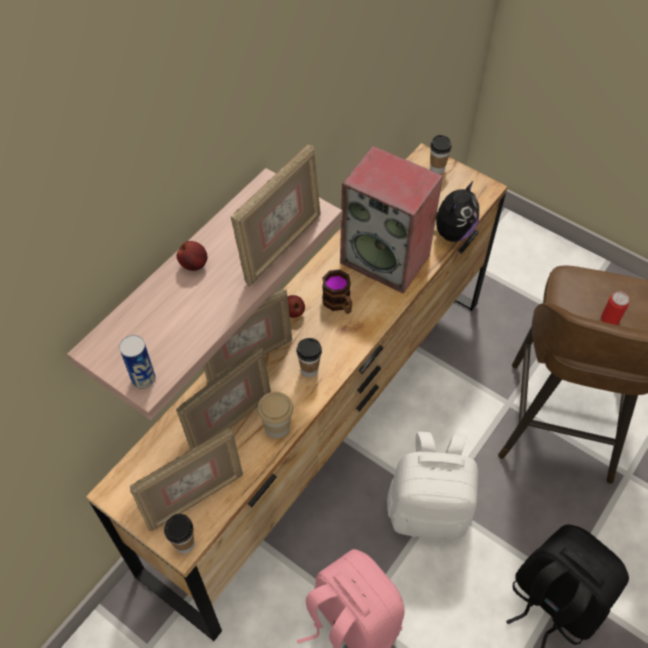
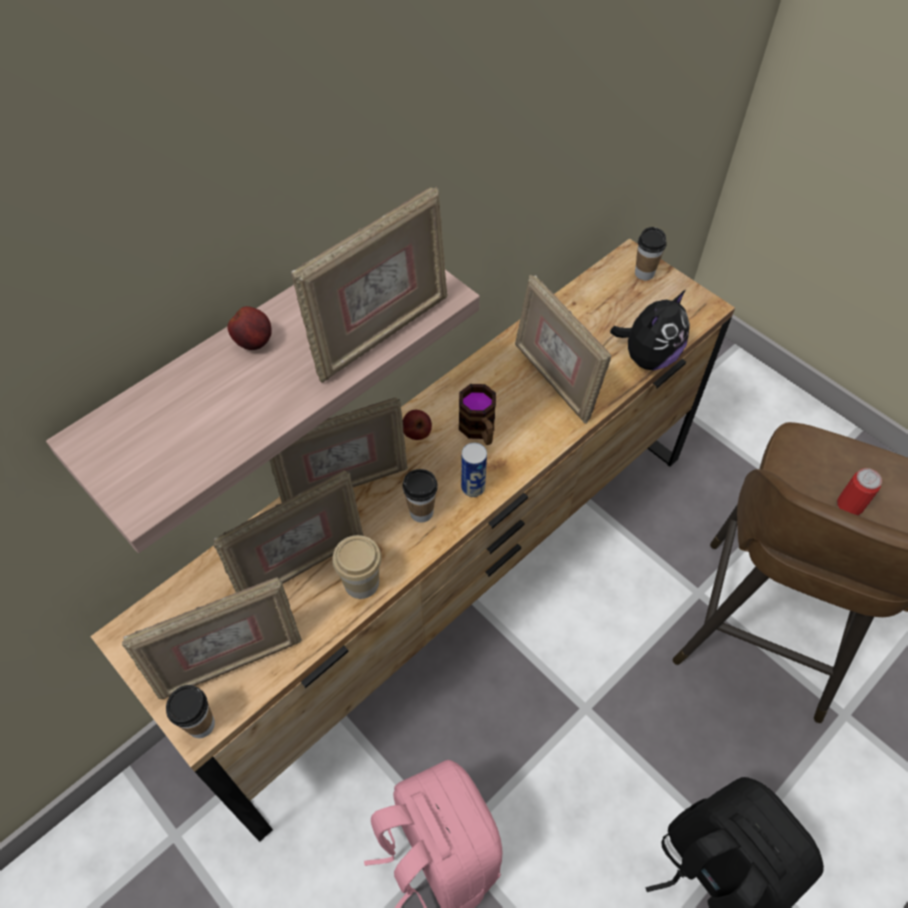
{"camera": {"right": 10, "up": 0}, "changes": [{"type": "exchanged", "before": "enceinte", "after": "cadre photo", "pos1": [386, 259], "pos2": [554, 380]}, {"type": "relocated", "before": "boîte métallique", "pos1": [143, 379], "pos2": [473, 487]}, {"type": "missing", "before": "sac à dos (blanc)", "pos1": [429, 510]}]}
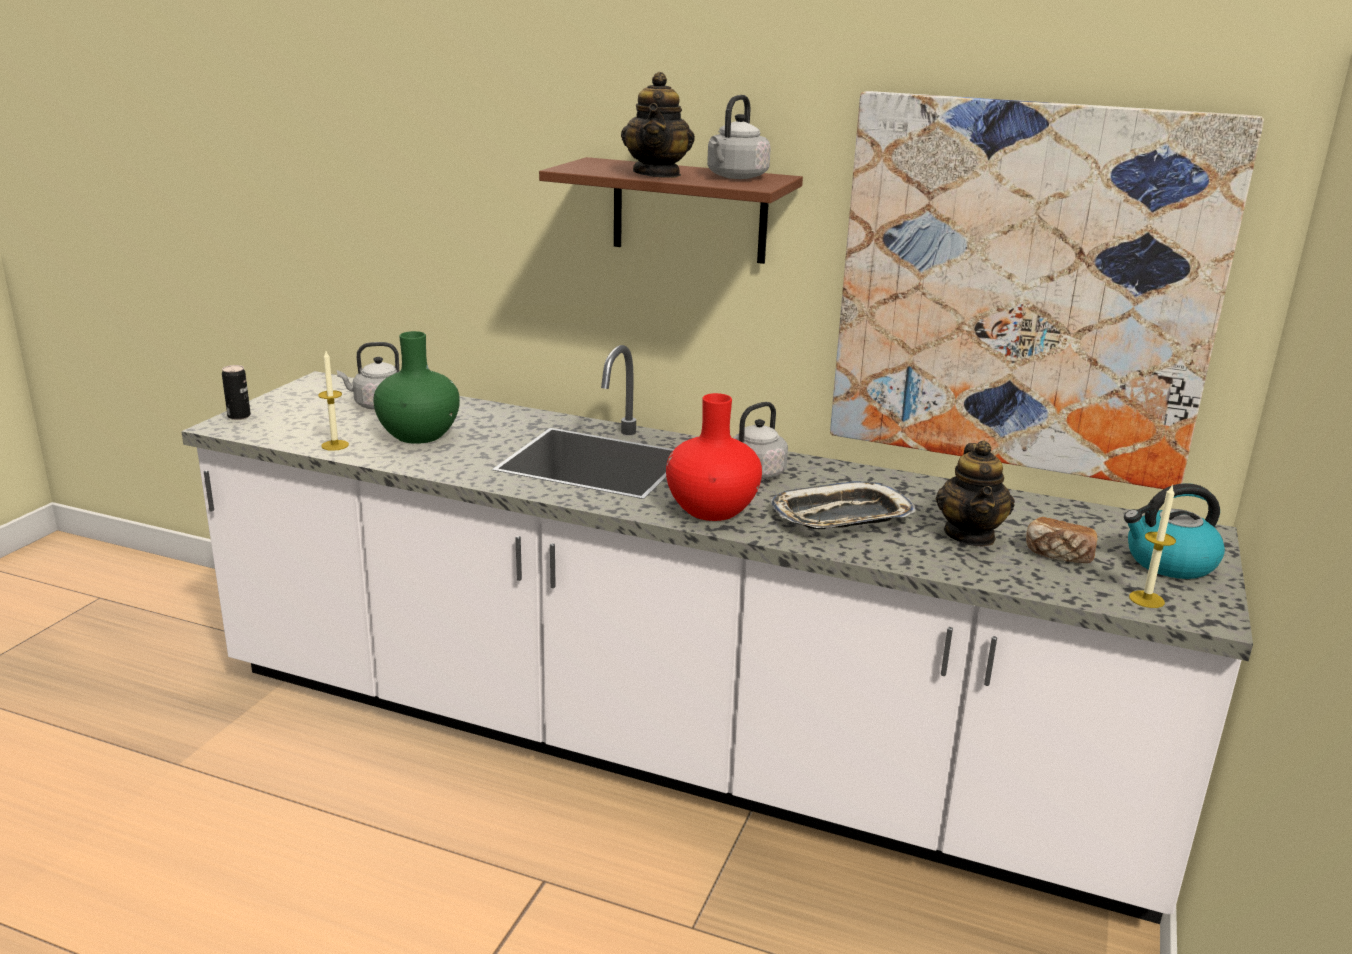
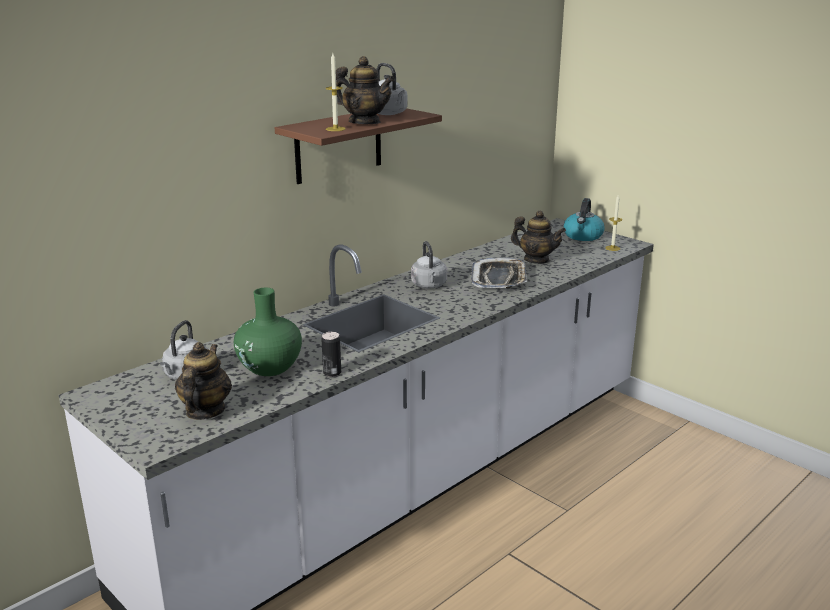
{"camera": {"right": -65, "up": 0}, "changes": [{"type": "missing", "before": "tableau", "pos1": [1023, 291]}, {"type": "relocated", "before": "bougie", "pos1": [335, 445], "pos2": [335, 129]}, {"type": "relocated", "before": "boîte métallique", "pos1": [239, 416], "pos2": [332, 373]}, {"type": "missing", "before": "vase (rouge)", "pos1": [711, 510]}, {"type": "missing", "before": "pain", "pos1": [1058, 555]}, {"type": "appeared", "after": "théière", "pos2": [205, 411]}]}
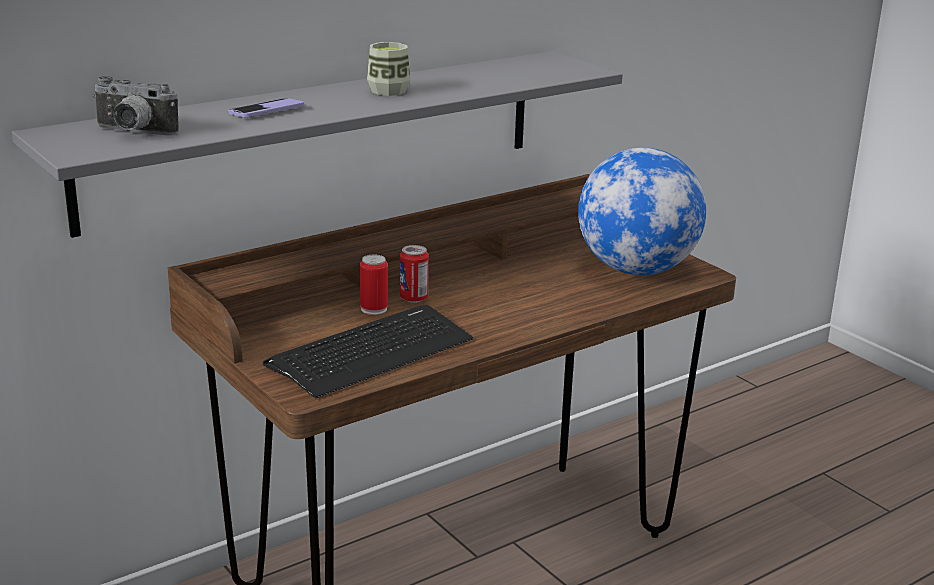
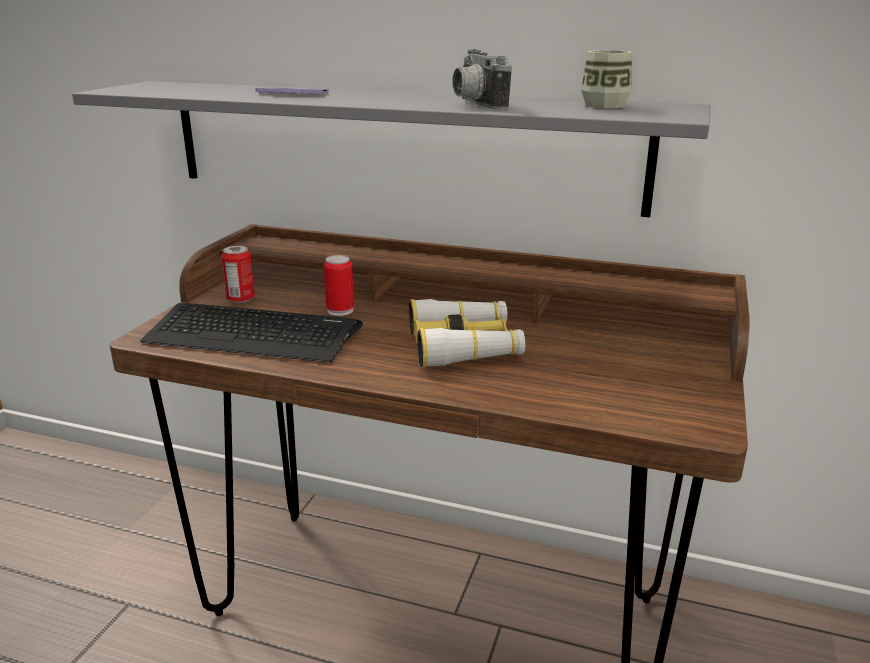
{"camera": {"right": 55, "up": 0}, "changes": [{"type": "relocated", "before": "tasse", "pos1": [388, 91], "pos2": [605, 105]}, {"type": "relocated", "before": "appareil photo", "pos1": [133, 133], "pos2": [474, 105]}, {"type": "missing", "before": "globe", "pos1": [636, 270]}, {"type": "relocated", "before": "boîte métallique", "pos1": [414, 298], "pos2": [241, 299]}, {"type": "appeared", "after": "jumelles", "pos2": [464, 346]}]}
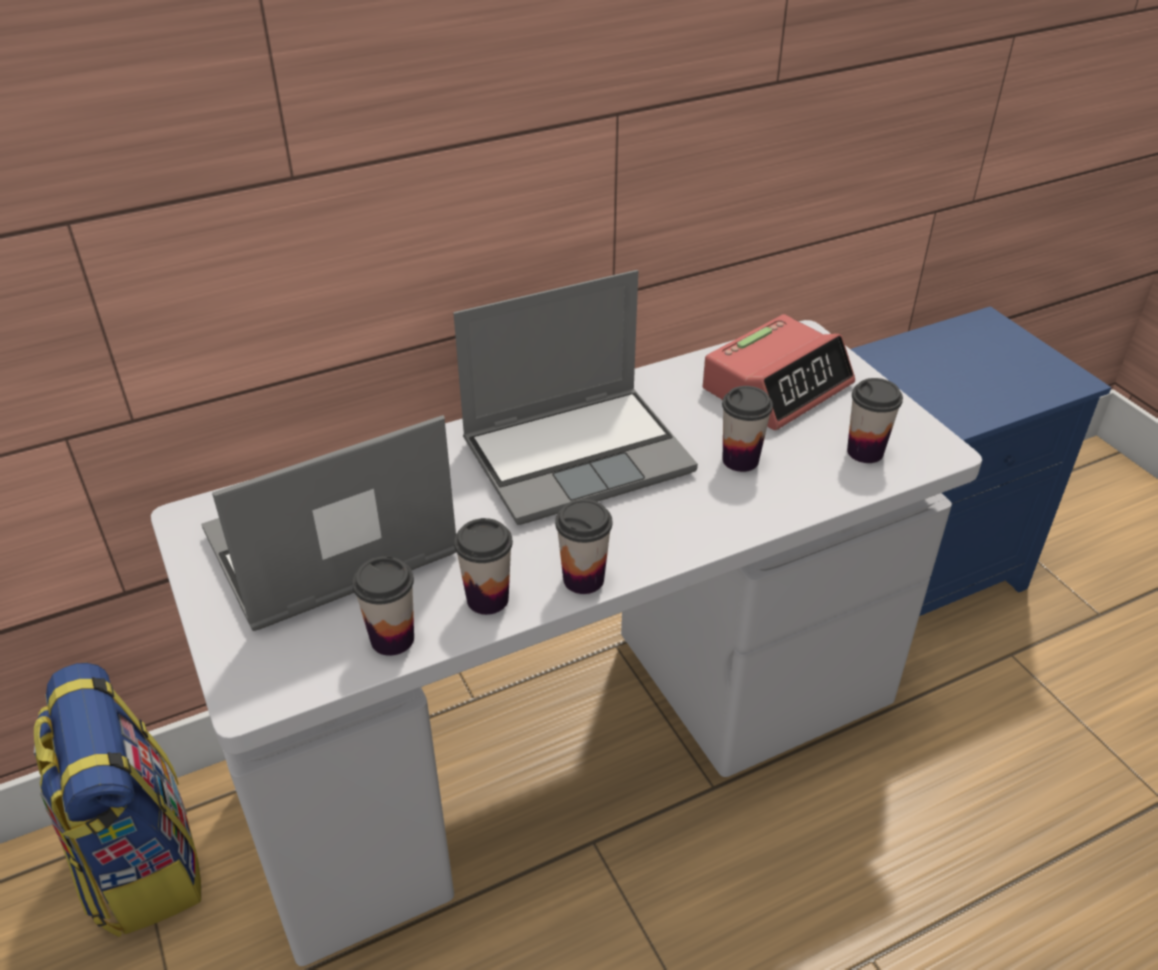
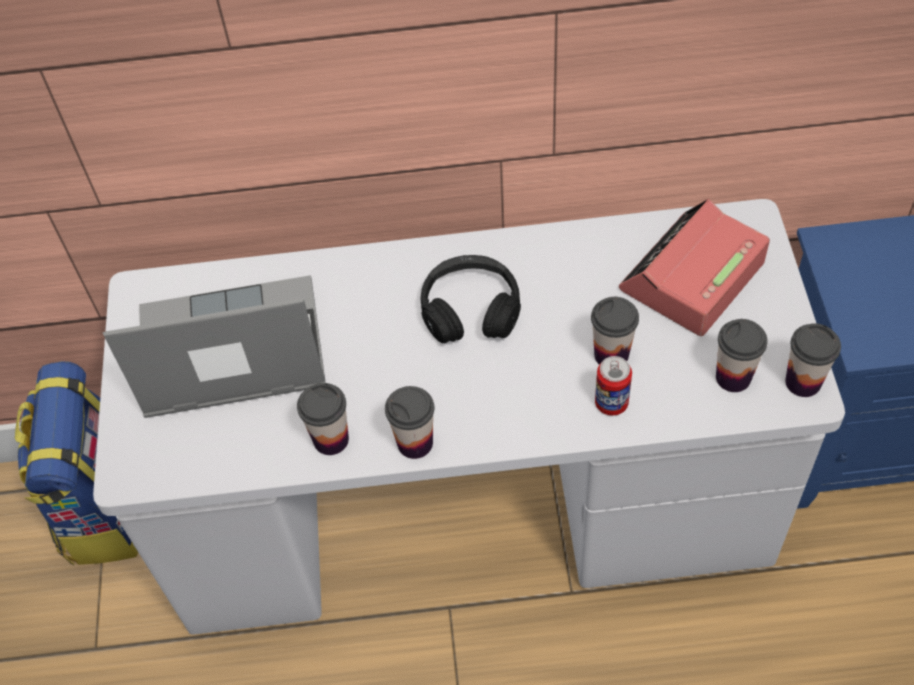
{"camera": {"right": 25, "up": 15}, "changes": [{"type": "exchanged", "before": "ordinateur portable", "after": "casque audio (noir)", "pos1": [578, 455], "pos2": [470, 310]}, {"type": "spun", "before": "réveil", "pos1": [777, 386], "pos2": [692, 277], "turn": 150}, {"type": "relocated", "before": "tasse", "pos1": [392, 639], "pos2": [803, 382]}, {"type": "appeared", "after": "boîte métallique", "pos2": [611, 403]}]}
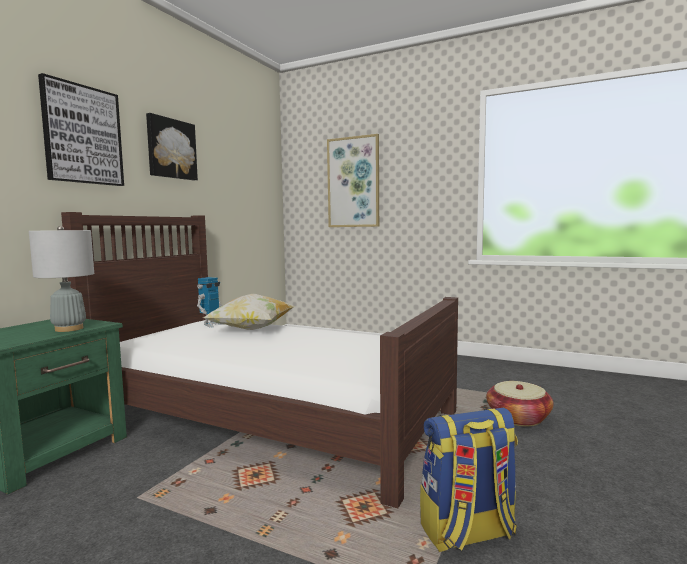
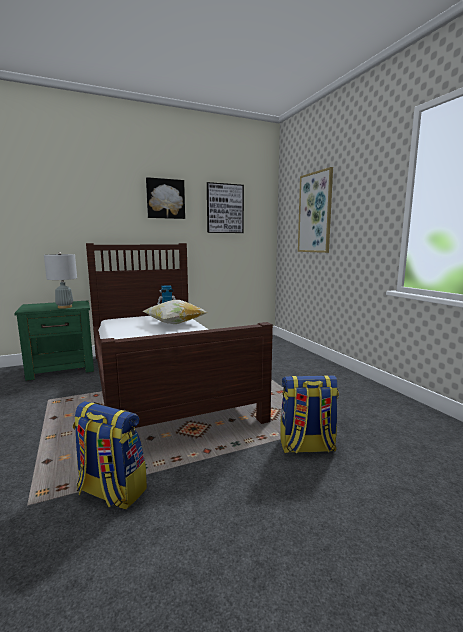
{"camera": {"right": 40, "up": 5}, "changes": [{"type": "relocated", "before": "tableau", "pos1": [82, 135], "pos2": [225, 208]}, {"type": "exchanged", "before": "panier", "after": "sac à dos", "pos1": [518, 418], "pos2": [306, 447]}]}
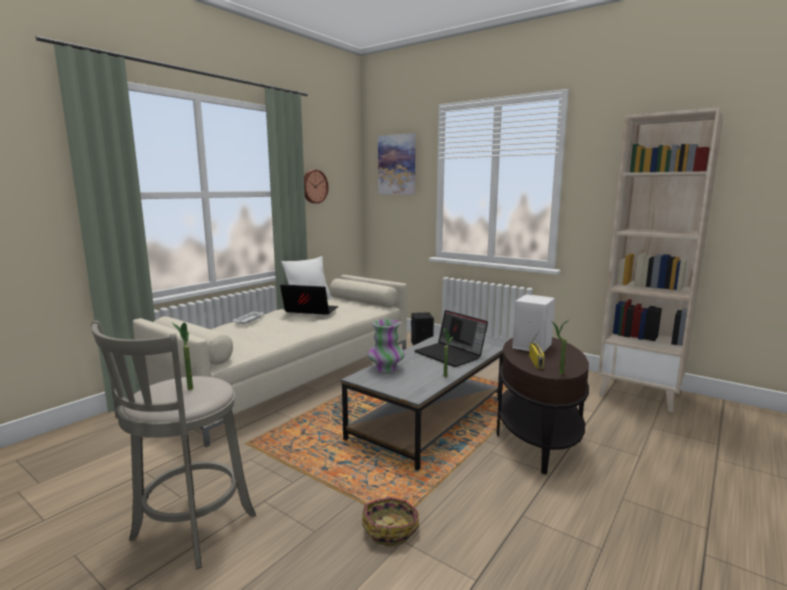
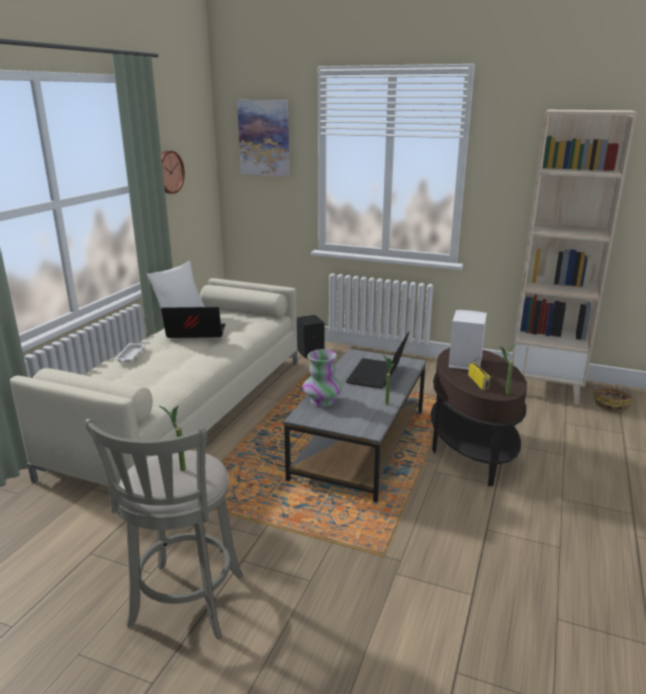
{"camera": {"right": -15, "up": 10}, "changes": [{"type": "spun", "before": "ordinateur portable", "pos1": [451, 354], "pos2": [377, 375], "turn": 75}, {"type": "relocated", "before": "panier", "pos1": [391, 529], "pos2": [611, 405]}]}
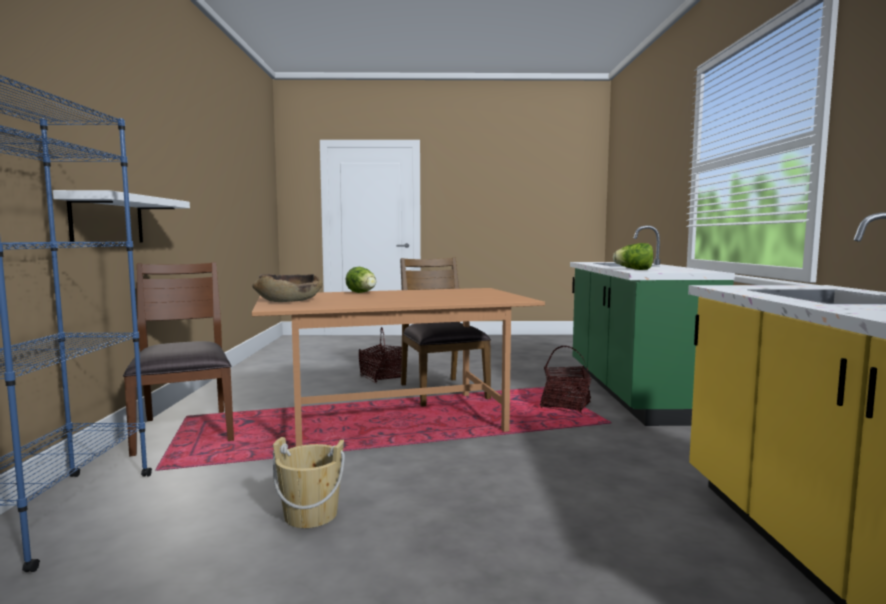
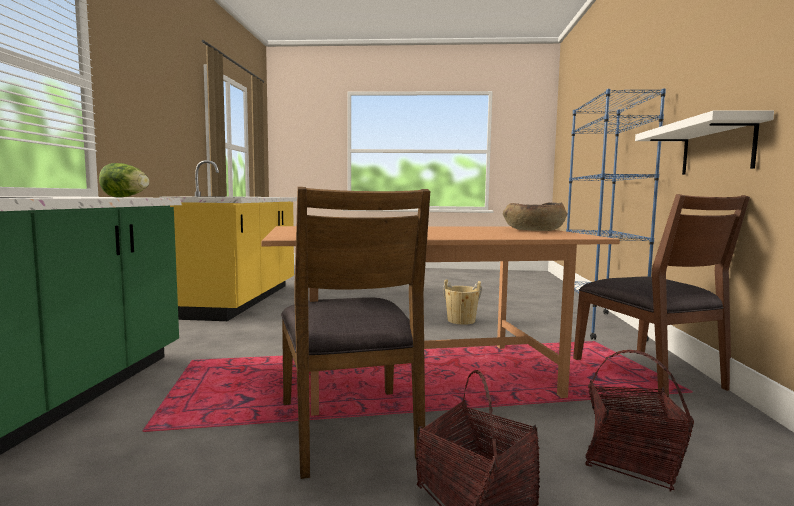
{"camera": {"right": -175, "up": 0}, "changes": [{"type": "missing", "before": "laitue", "pos1": [362, 293]}, {"type": "relocated", "before": "panier", "pos1": [565, 406], "pos2": [632, 462]}]}
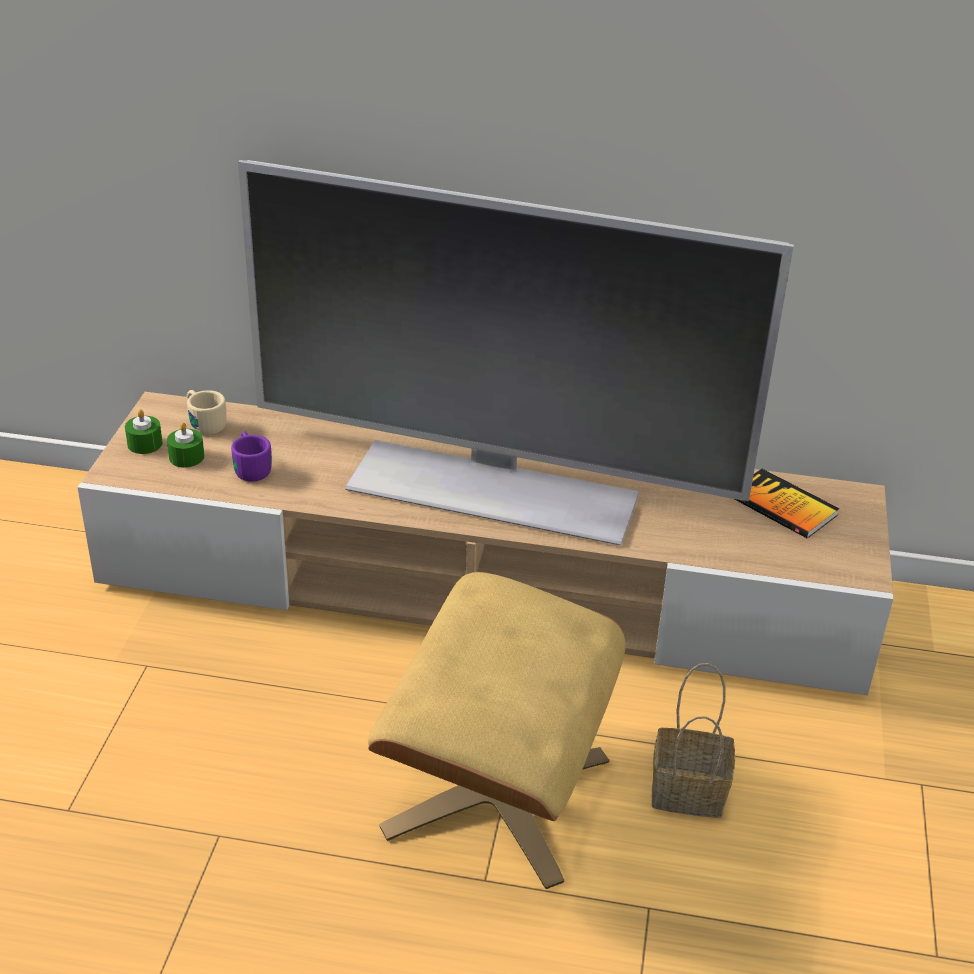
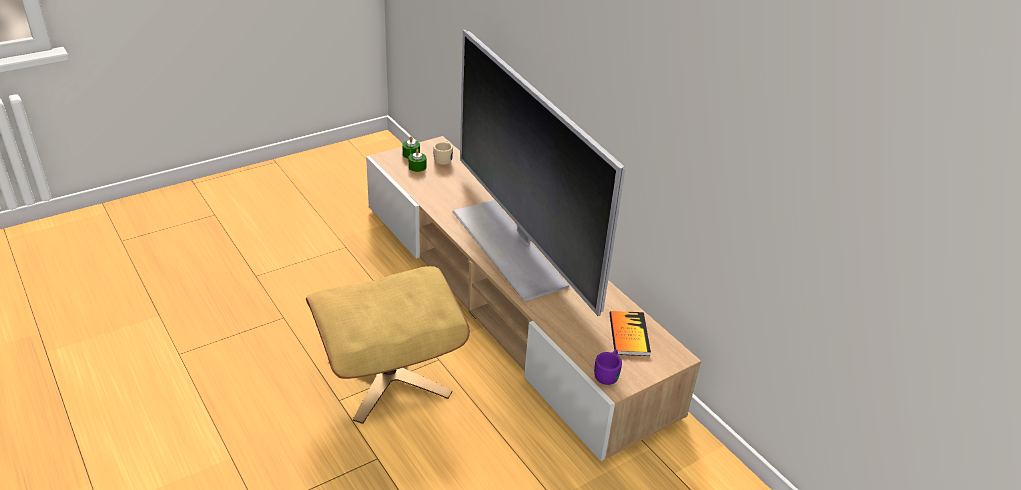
{"camera": {"right": 45, "up": 0}, "changes": [{"type": "relocated", "before": "mug (violet)", "pos1": [251, 467], "pos2": [608, 373]}, {"type": "missing", "before": "panier", "pos1": [691, 791]}]}
